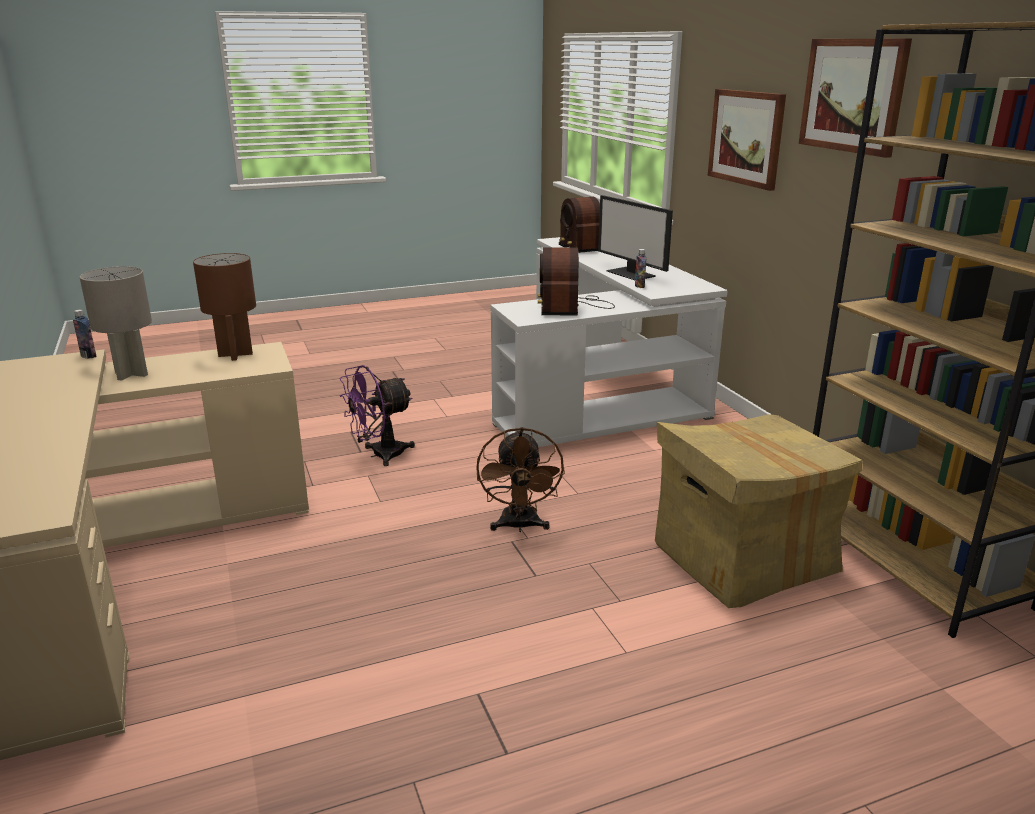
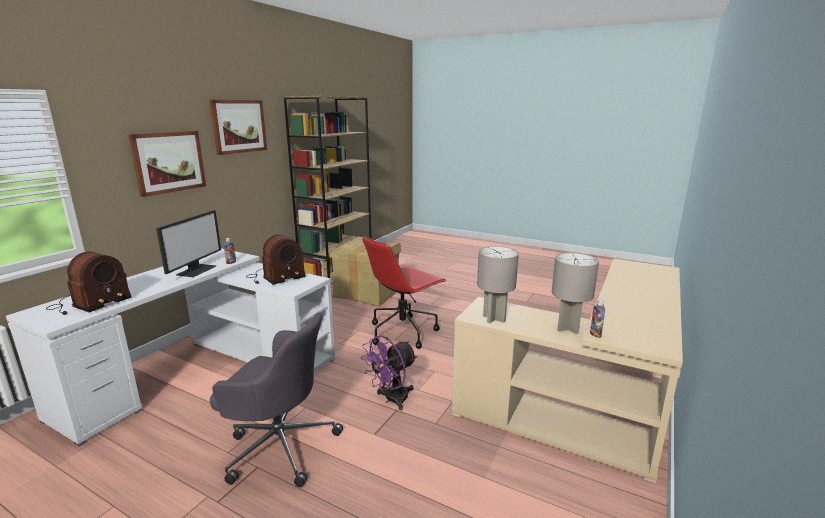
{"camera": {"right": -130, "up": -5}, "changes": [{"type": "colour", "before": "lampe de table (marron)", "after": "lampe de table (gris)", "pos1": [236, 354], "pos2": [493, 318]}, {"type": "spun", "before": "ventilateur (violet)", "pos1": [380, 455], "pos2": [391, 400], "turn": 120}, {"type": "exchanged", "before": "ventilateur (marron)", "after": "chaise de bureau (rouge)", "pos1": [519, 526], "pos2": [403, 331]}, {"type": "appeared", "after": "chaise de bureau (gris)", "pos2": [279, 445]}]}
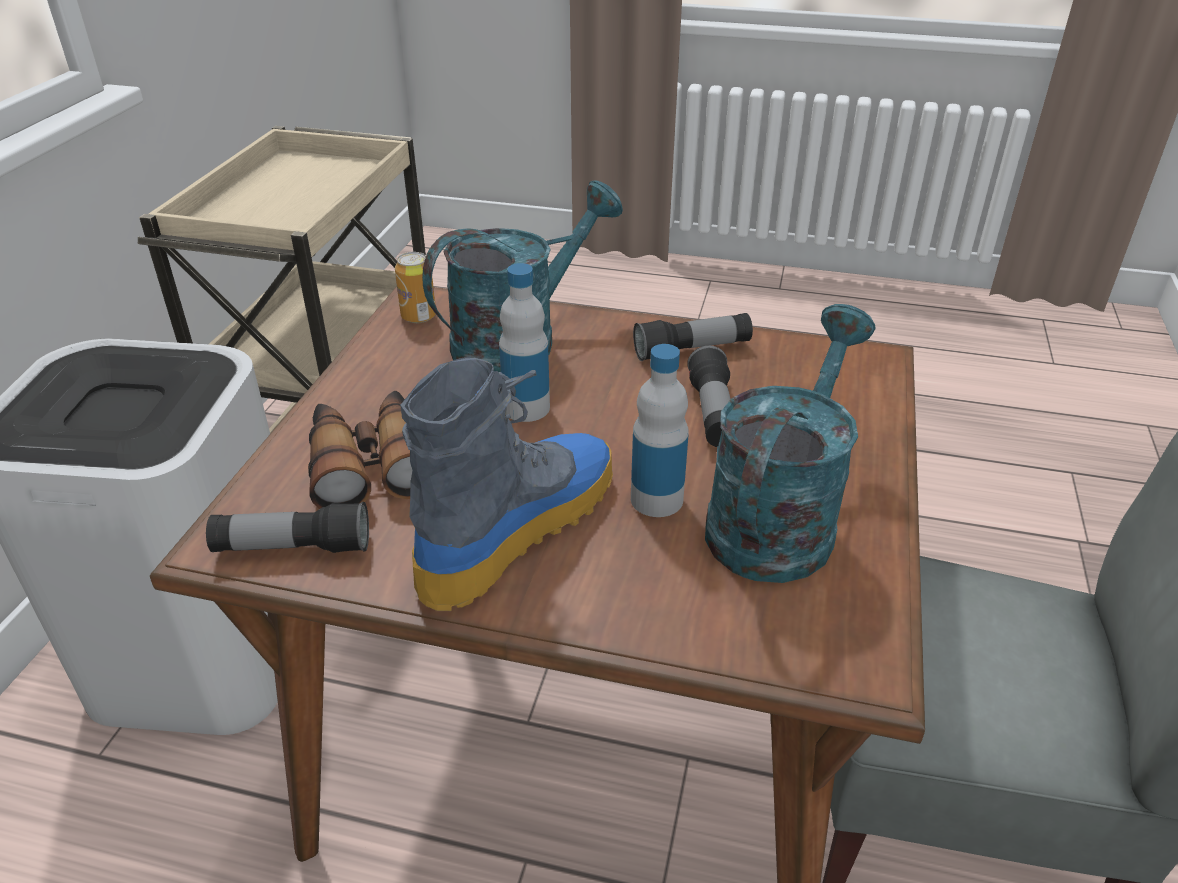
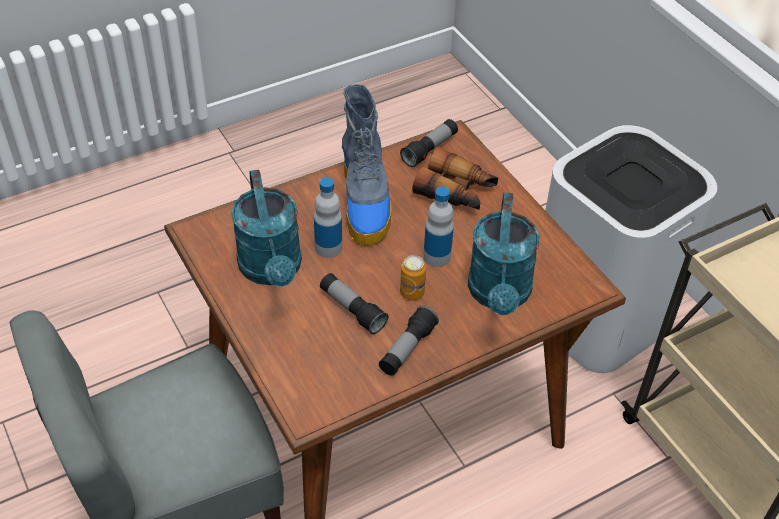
{"camera": {"right": 135, "up": 10}, "changes": [{"type": "relocated", "before": "boîte métallique", "pos1": [419, 316], "pos2": [412, 292]}]}
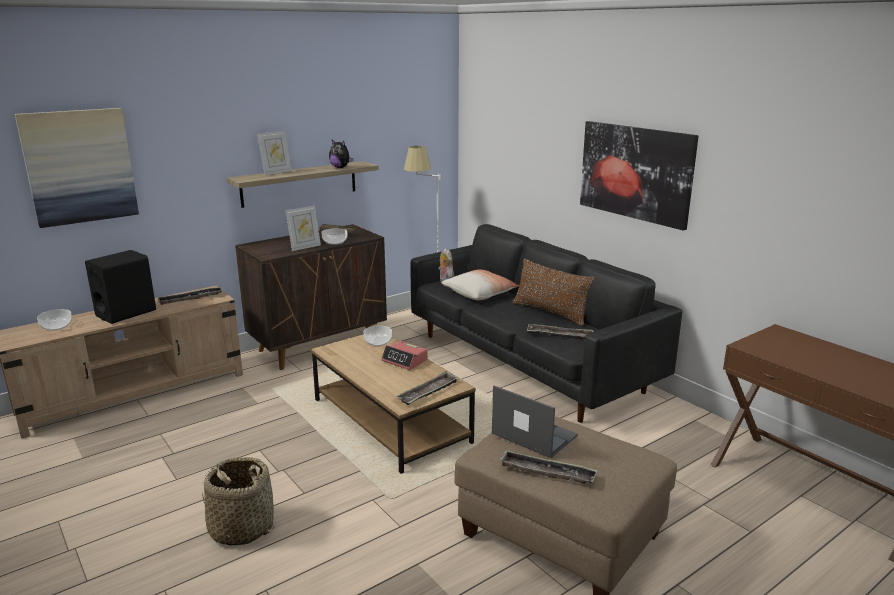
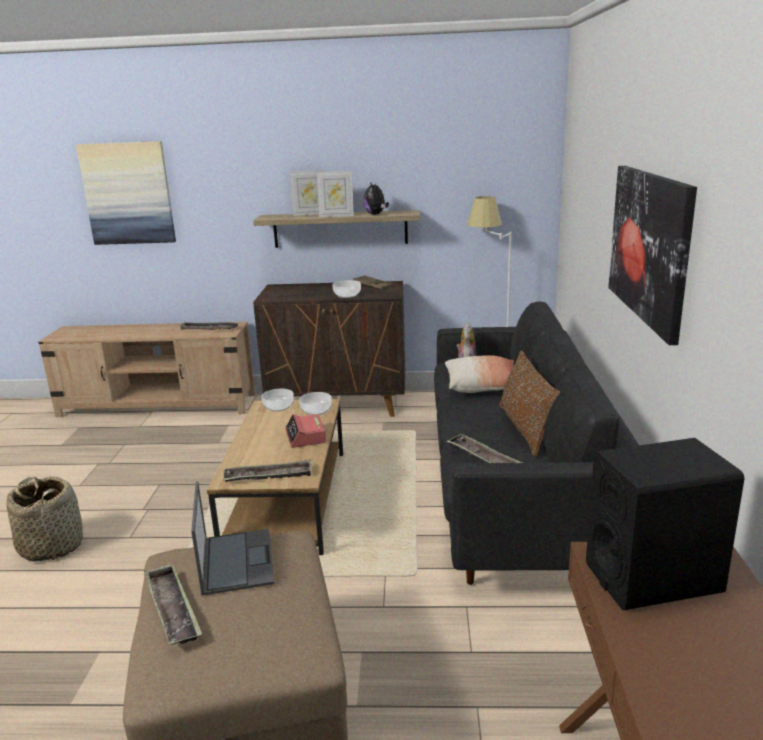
{"camera": {"right": 40, "up": 0}, "changes": [{"type": "relocated", "before": "cadre photo", "pos1": [305, 247], "pos2": [336, 216]}, {"type": "relocated", "before": "enceinte (noir)", "pos1": [126, 313], "pos2": [653, 578]}, {"type": "relocated", "before": "bol", "pos1": [57, 326], "pos2": [279, 407]}]}
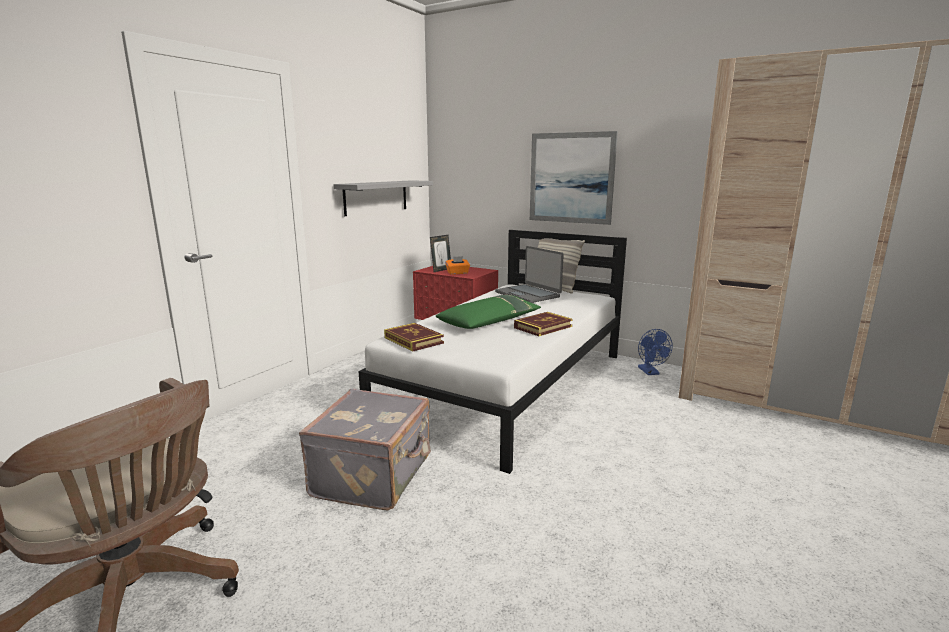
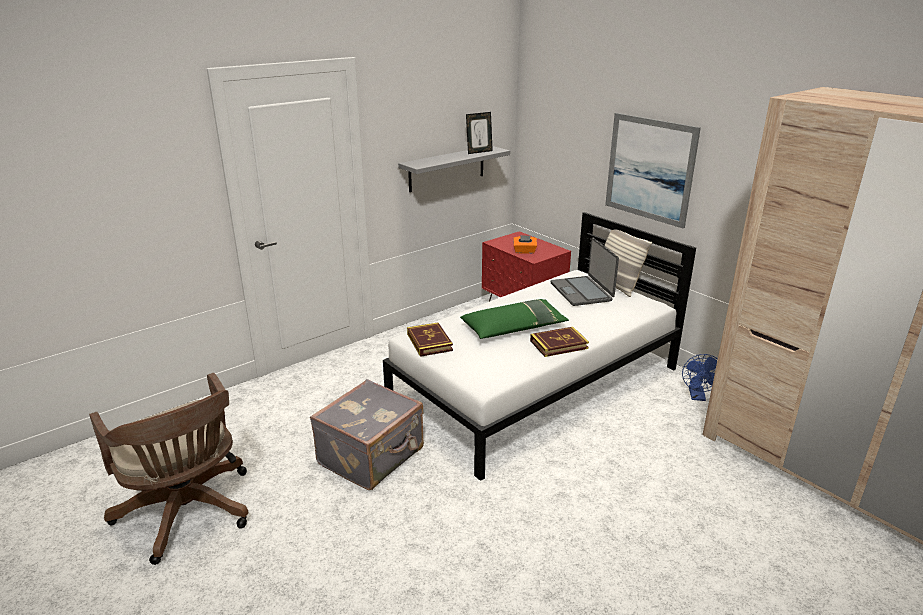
{"camera": {"right": 20, "up": 10}, "changes": [{"type": "relocated", "before": "cadre photo", "pos1": [441, 270], "pos2": [479, 152]}]}
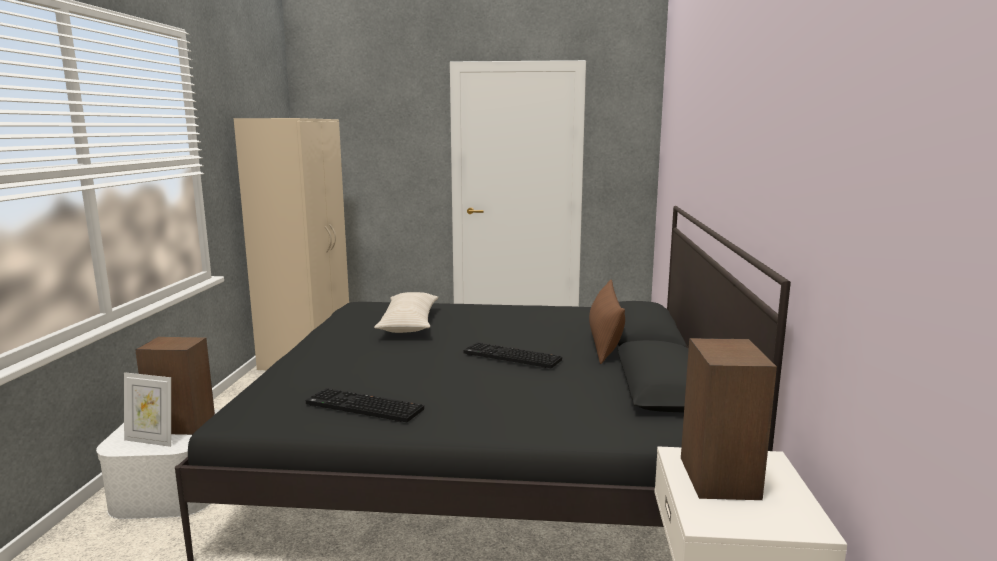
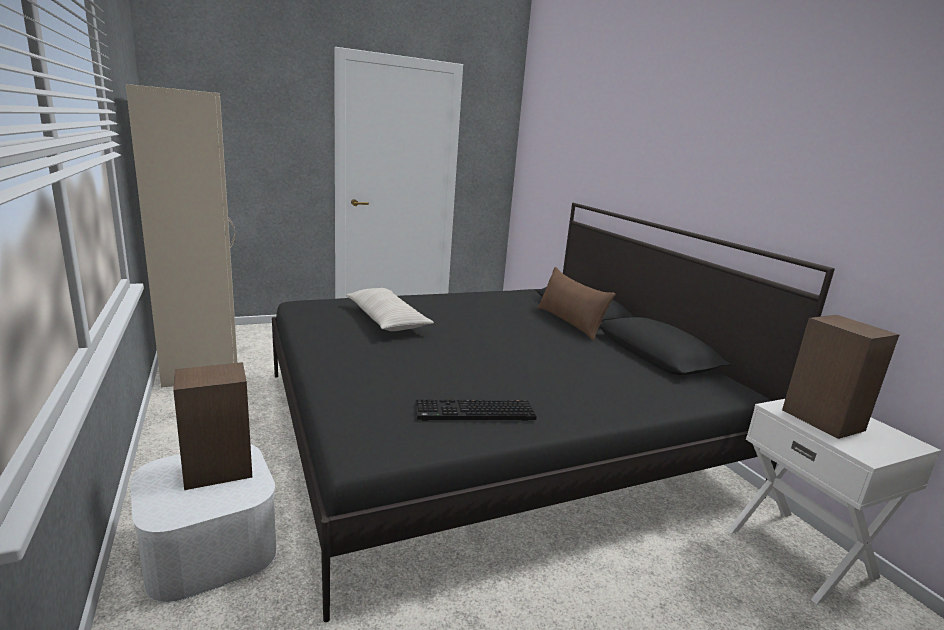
{"camera": {"right": -30, "up": 5}, "changes": [{"type": "missing", "before": "clavier", "pos1": [510, 357]}, {"type": "missing", "before": "cadre photo", "pos1": [151, 440]}]}
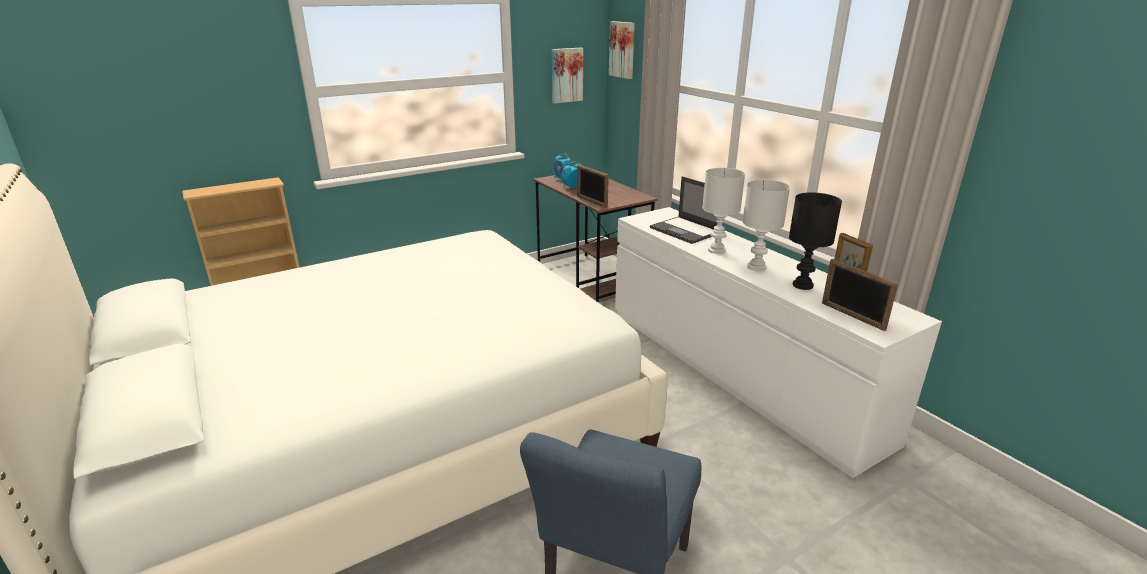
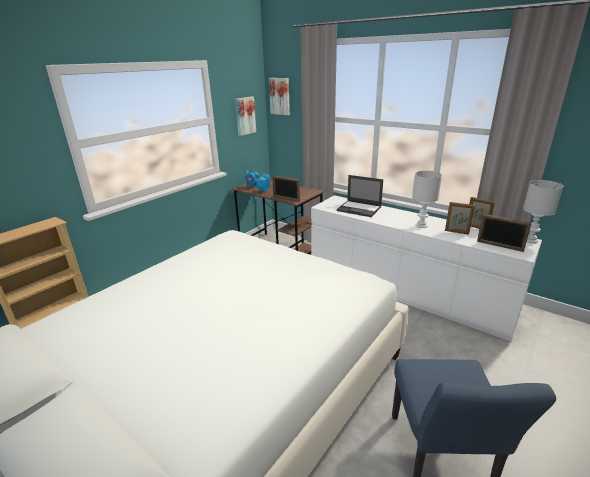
{"camera": {"right": -20, "up": 0}, "changes": [{"type": "relocated", "before": "lampe de table (blanc)", "pos1": [717, 250], "pos2": [531, 240]}, {"type": "exchanged", "before": "lampe de table (noir)", "after": "cadre photo", "pos1": [803, 285], "pos2": [456, 232]}]}
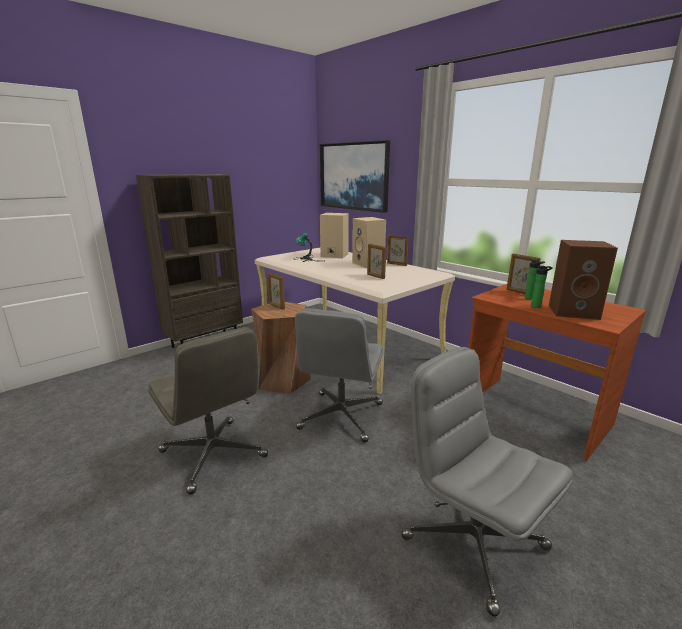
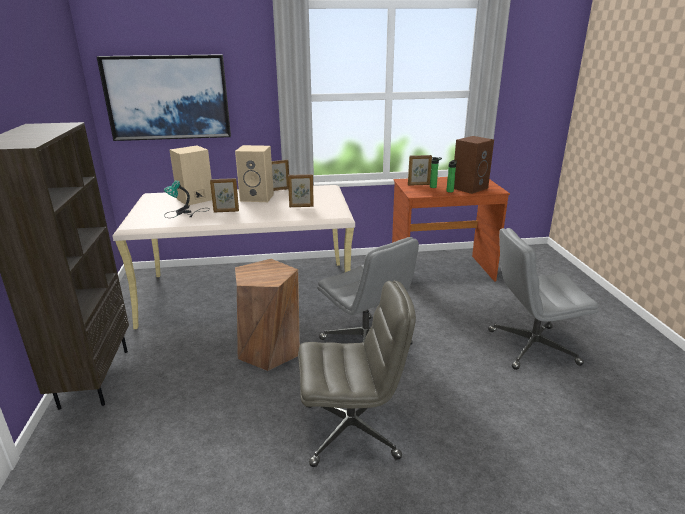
{"camera": {"right": -55, "up": 5}, "changes": [{"type": "relocated", "before": "cadre photo", "pos1": [276, 306], "pos2": [226, 211]}]}
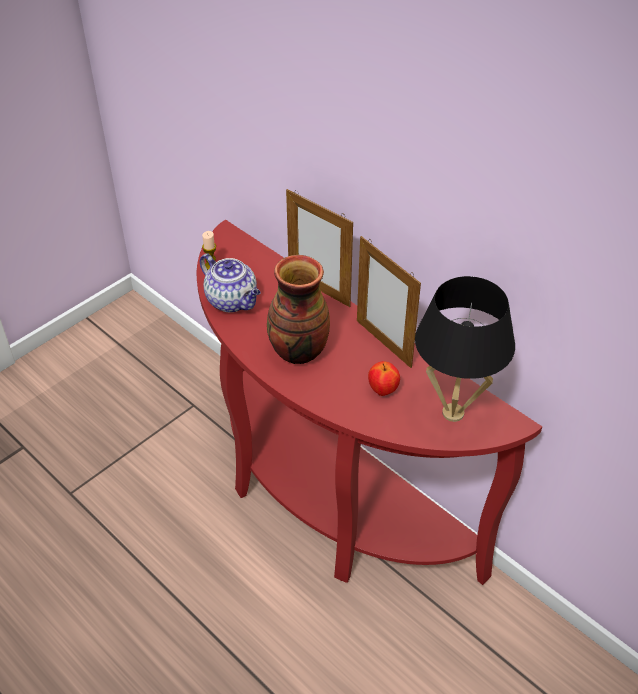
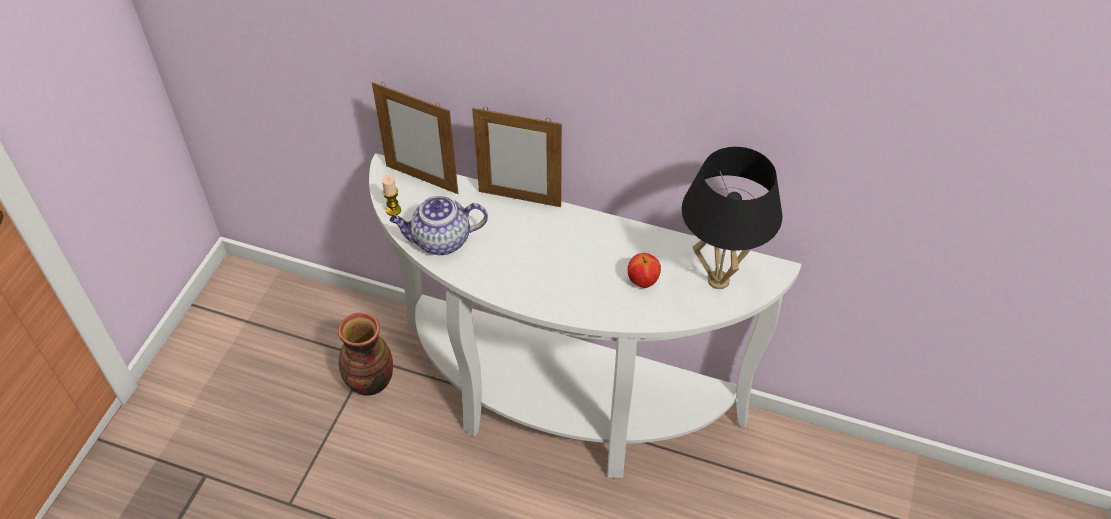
{"camera": {"right": -25, "up": 5}, "changes": [{"type": "colour", "before": "table console (rouge)", "after": "table console (blanc)", "pos1": [325, 501], "pos2": [558, 406]}, {"type": "relocated", "before": "cadre photo", "pos1": [383, 343], "pos2": [422, 179]}, {"type": "spun", "before": "théière", "pos1": [233, 301], "pos2": [440, 241], "turn": 150}, {"type": "relocated", "before": "vase", "pos1": [297, 351], "pos2": [369, 382]}]}
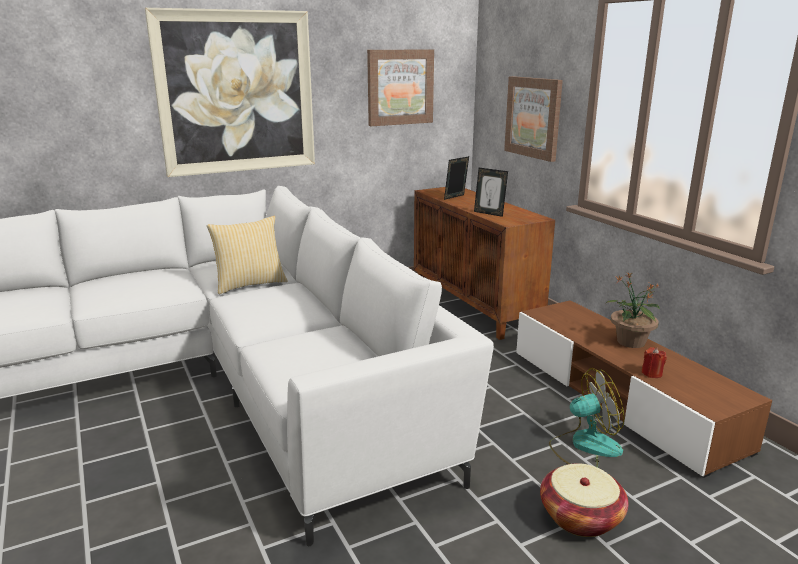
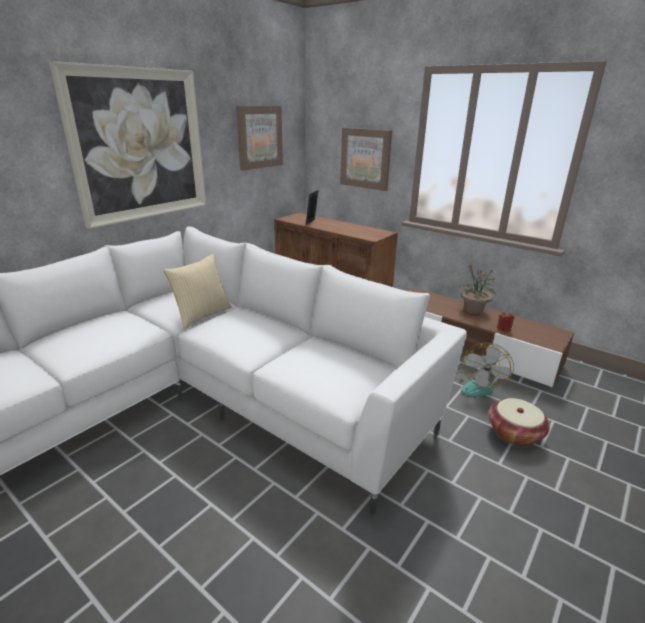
{"camera": {"right": -25, "up": 5}, "changes": [{"type": "missing", "before": "cadre photo", "pos1": [489, 213]}, {"type": "spun", "before": "ventilateur", "pos1": [584, 446], "pos2": [478, 385], "turn": 150}]}
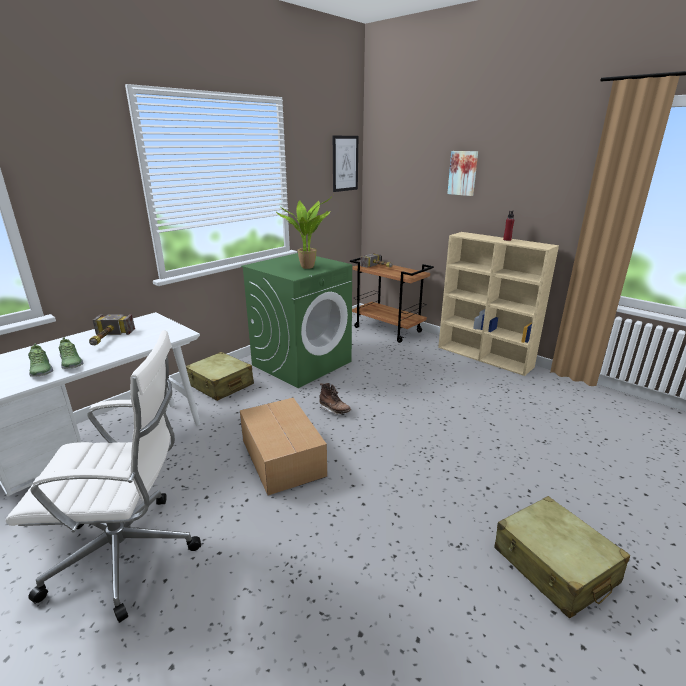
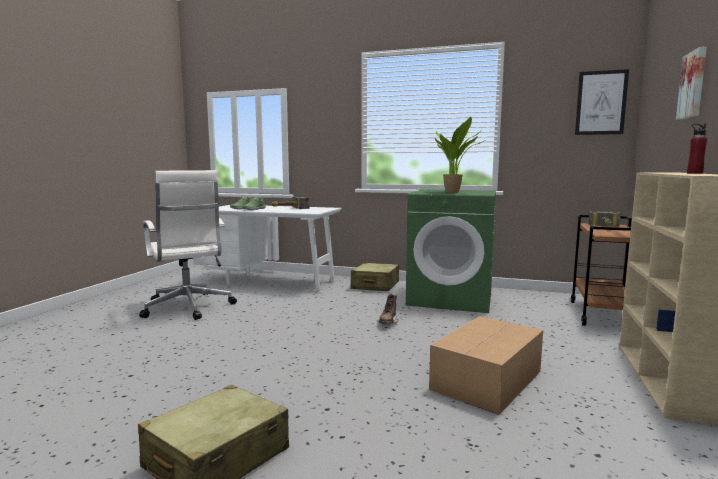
{"camera": {"right": 65, "up": -15}, "changes": [{"type": "relocated", "before": "carton", "pos1": [283, 456], "pos2": [488, 379]}]}
